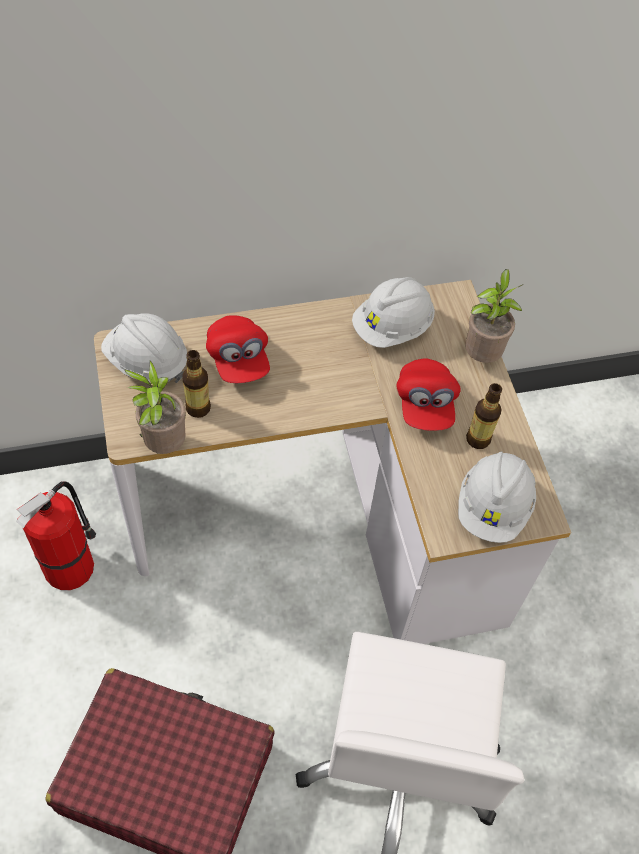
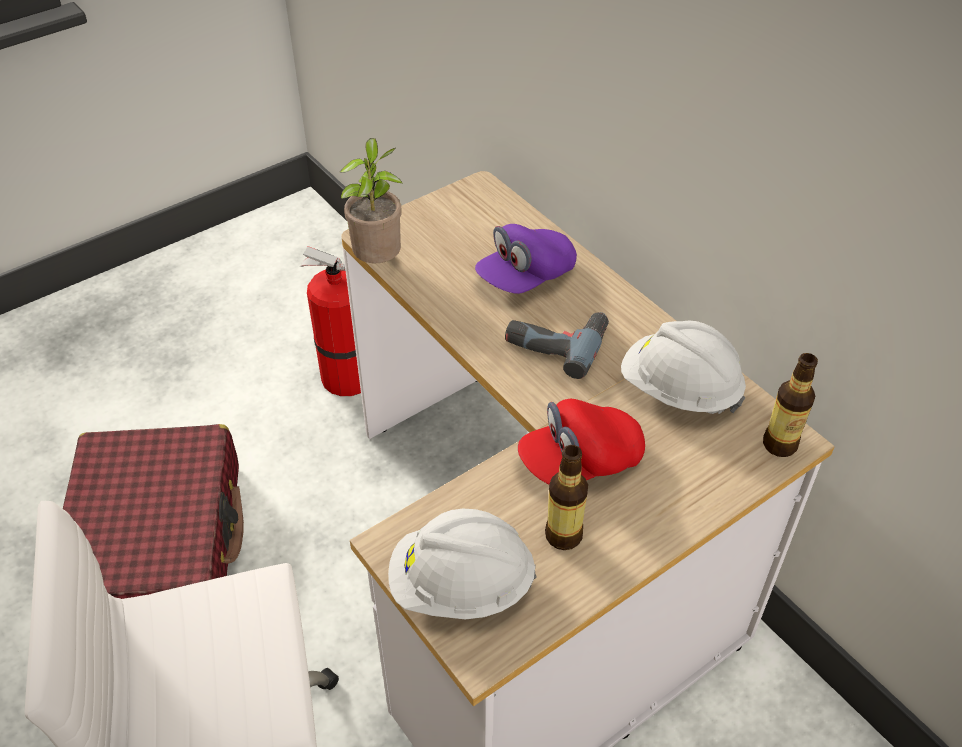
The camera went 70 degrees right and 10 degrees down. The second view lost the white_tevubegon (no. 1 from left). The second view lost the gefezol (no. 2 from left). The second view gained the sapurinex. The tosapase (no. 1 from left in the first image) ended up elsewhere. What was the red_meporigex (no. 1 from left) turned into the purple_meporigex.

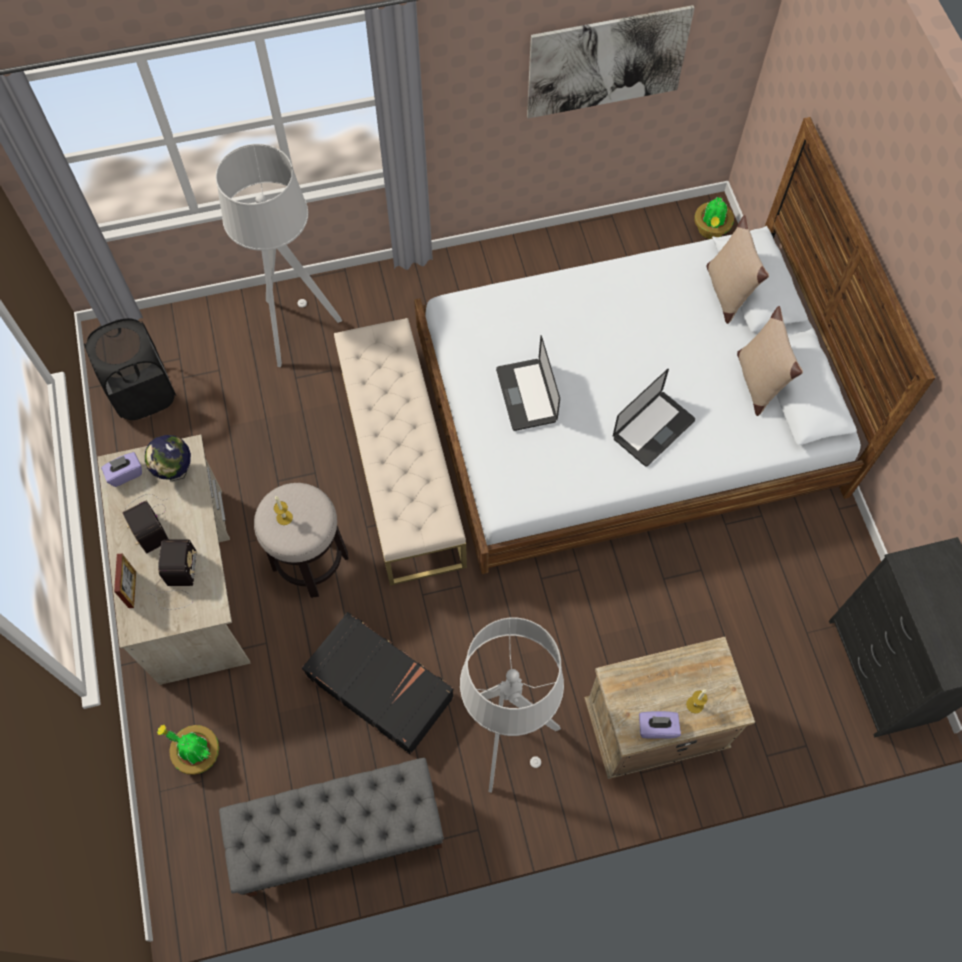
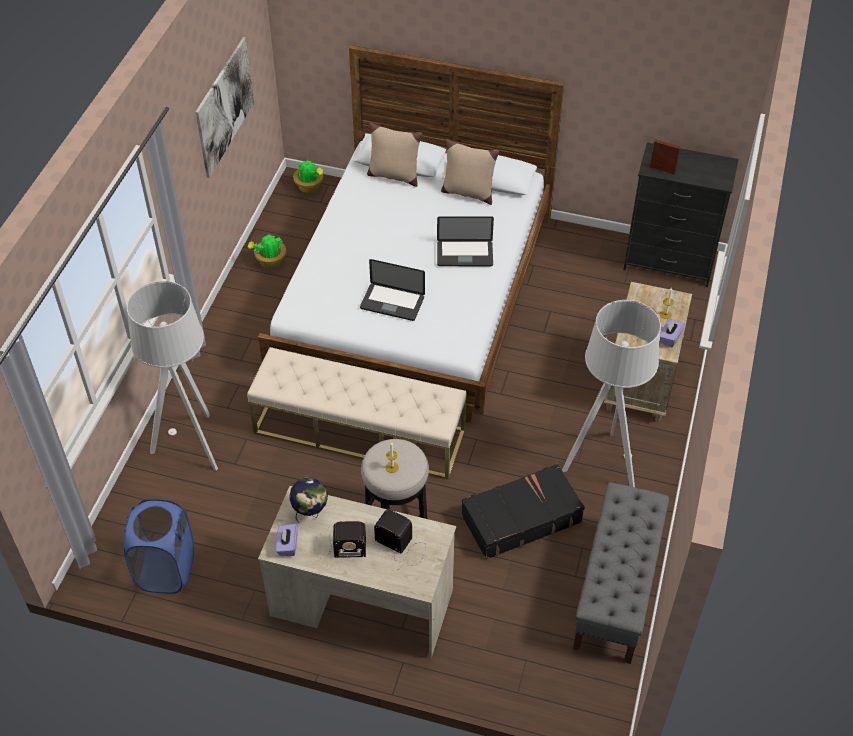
The camera went 60 degrees left and 15 degrees down. The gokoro ended up elsewhere. The gefezol (no. 1 from left) ended up elsewhere. What was the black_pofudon turned into the blue_pofudon. The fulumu (no. 2 from left) ended up facing another way, 105 degrees clockwise from before.

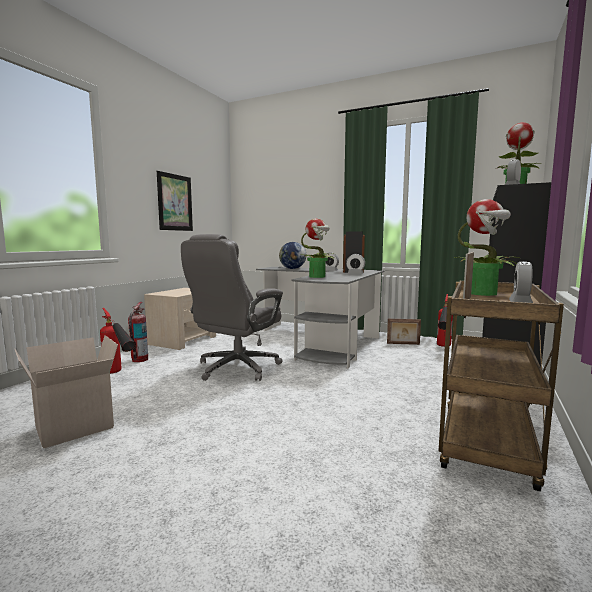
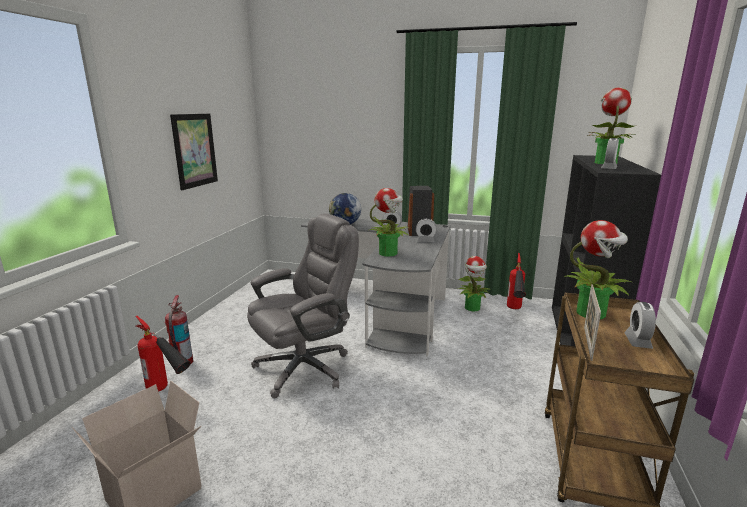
The camera went 10 degrees left and 10 degrees up. The second view lost the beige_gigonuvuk. Where the gokoro (no. 1 from left) stood, the gefezol (no. 2 from left) came to stand. The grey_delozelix ended up facing another way, 150 degrees counterclockwise from before.

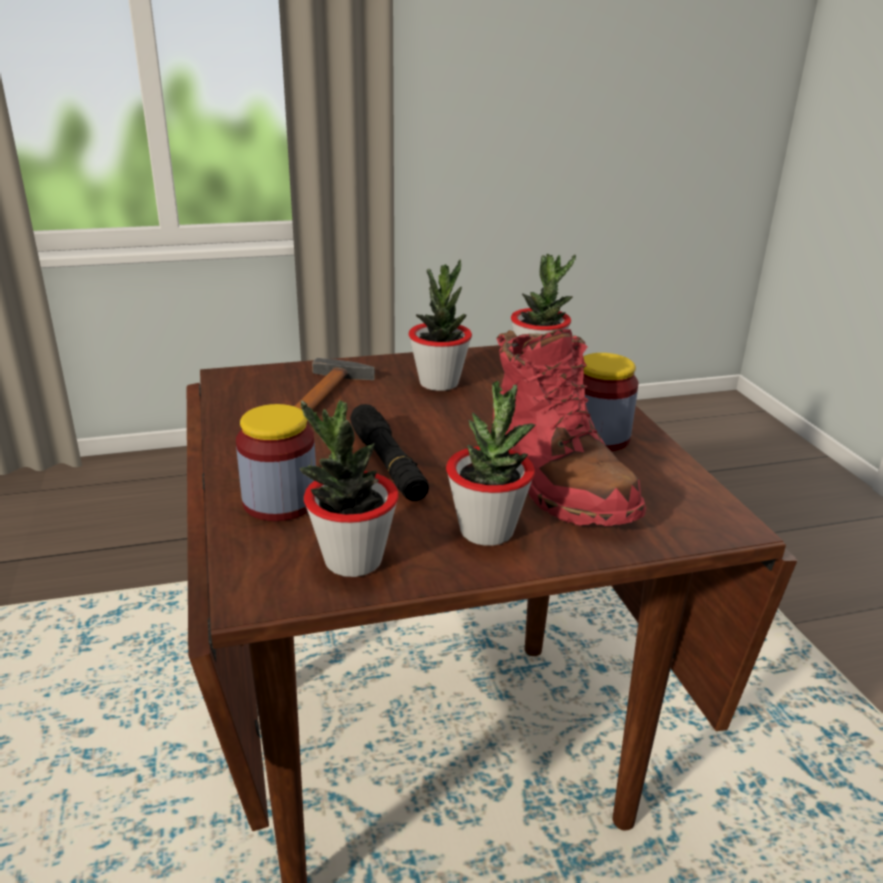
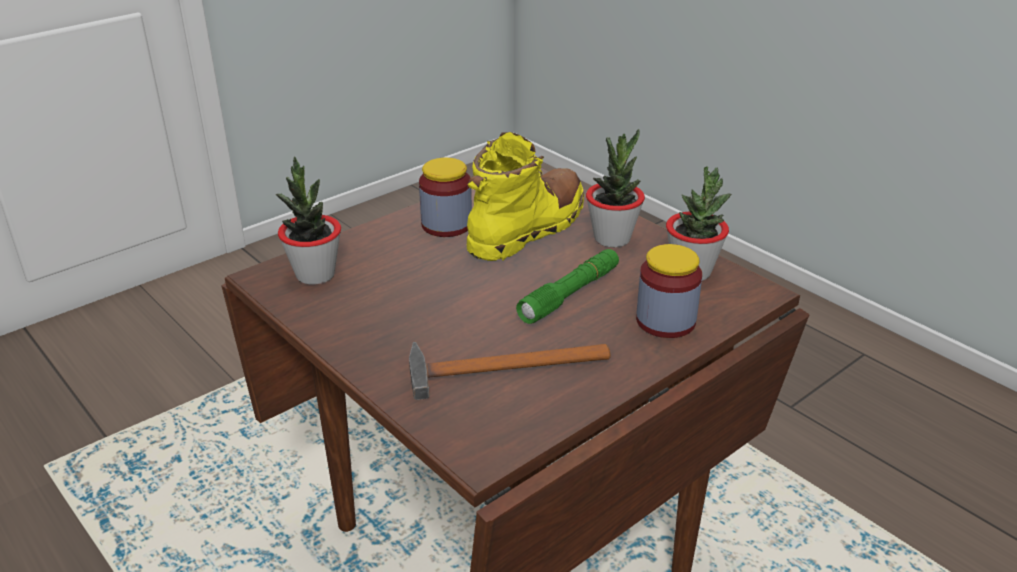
The camera went 115 degrees left and 5 degrees up. The second view lost the gefezol (no. 2 from left). What was the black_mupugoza turned into the green_mupugoza. What was the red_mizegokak turned into the yellow_mizegokak.

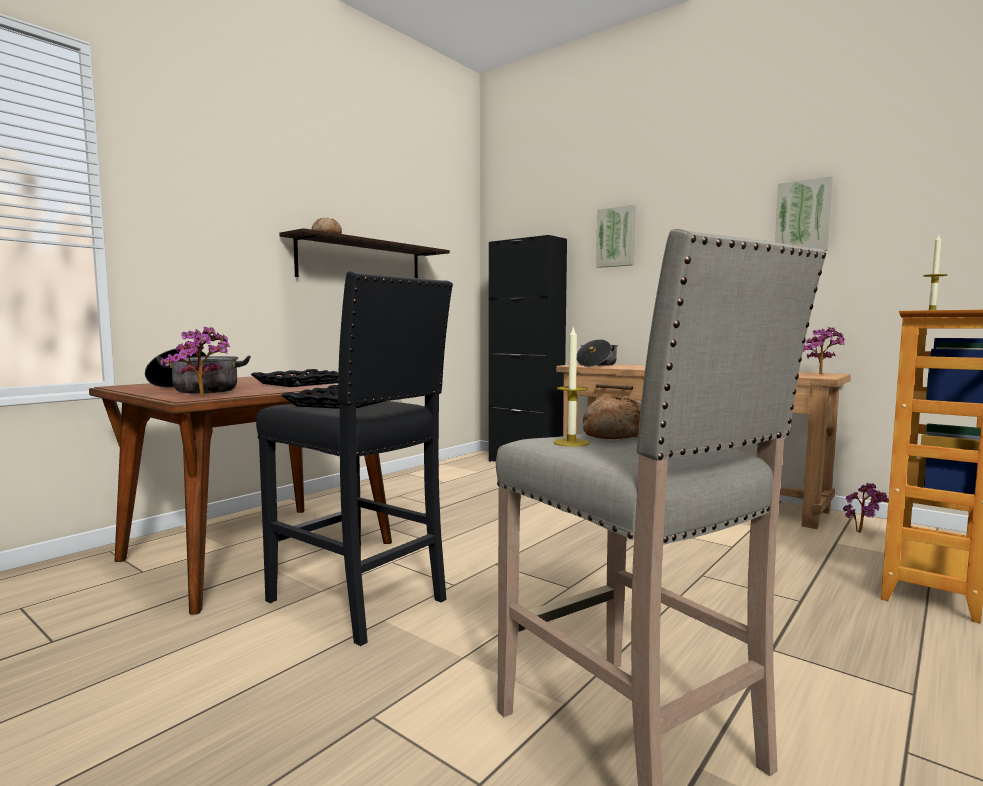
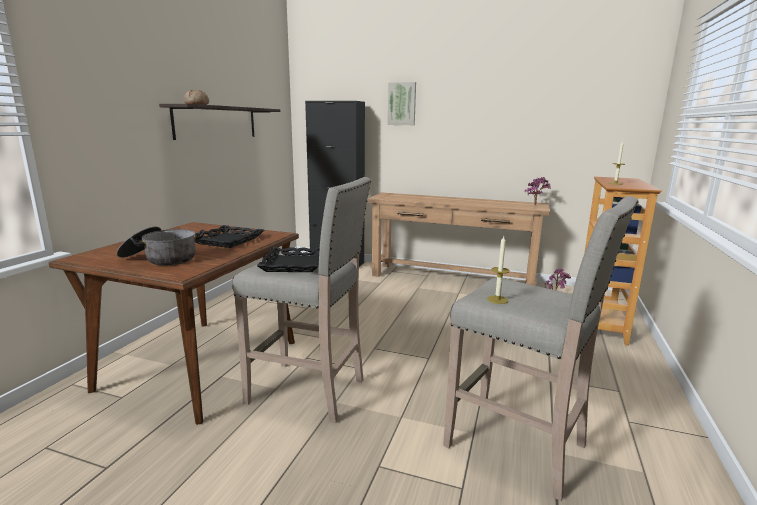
The camera went 20 degrees left and 10 degrees up. The second view lost the gefezol (no. 1 from left). The second view lost the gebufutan (no. 2 from left). The second view lost the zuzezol (no. 2 from left). The second view lost the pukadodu (no. 2 from left). What was the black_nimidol turned into the beige_nimidol (no. 1 from left).

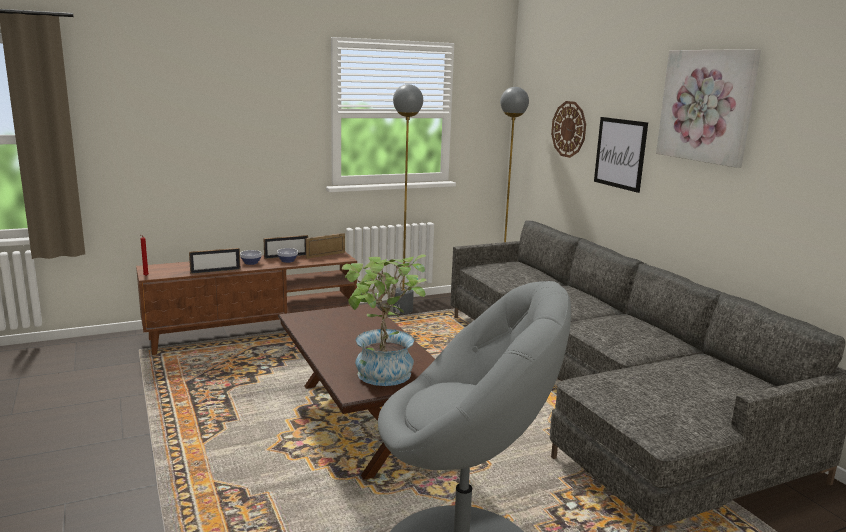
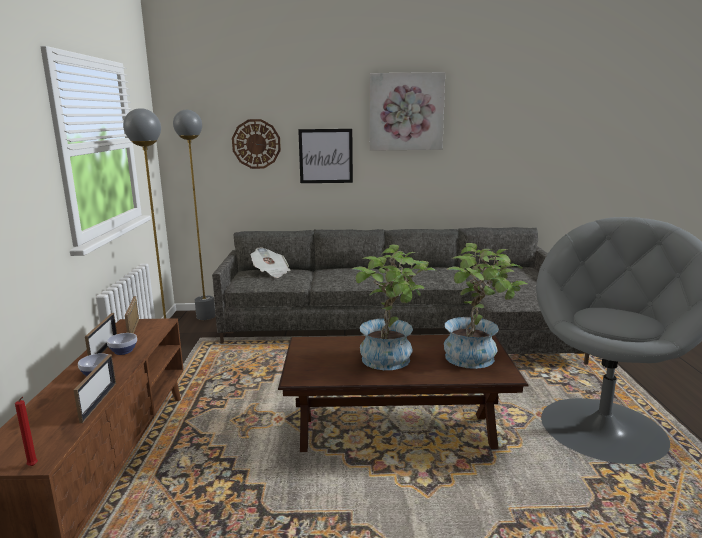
The camera went 65 degrees left and 0 degrees up. The second view gained the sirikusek. The second view gained the gefezol (no. 1 from left).

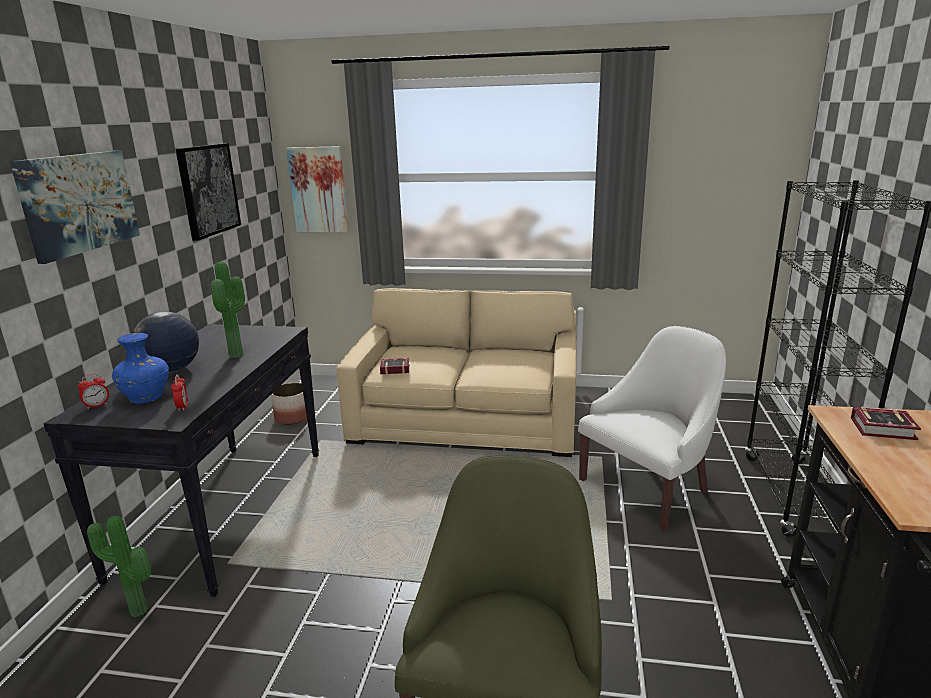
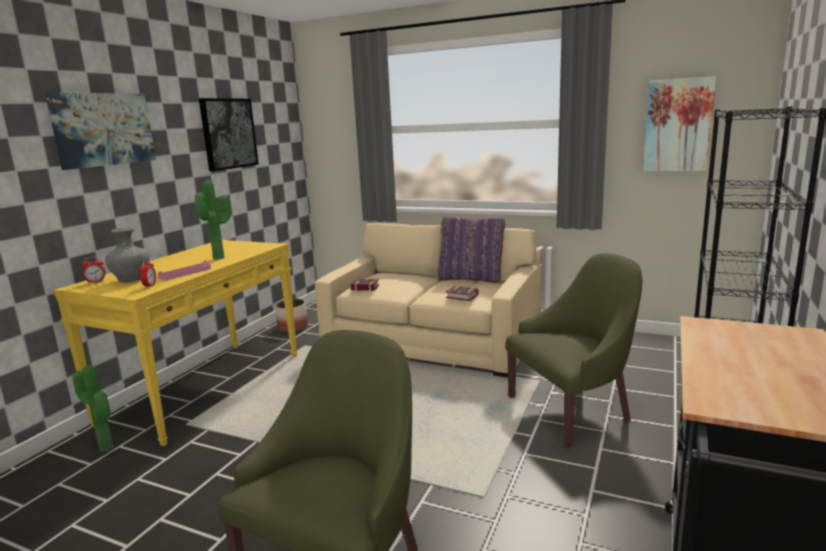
The camera went 15 degrees right and 5 degrees down. The second view lost the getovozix. The second view gained the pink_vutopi. The second view gained the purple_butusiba. The pukadodu (no. 3 from left) ended up elsewhere. The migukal (no. 2 from left) ended up elsewhere. What was the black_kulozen turned into the yellow_kulozen. What was the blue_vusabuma turned into the grey_vusabuma. What was the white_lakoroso turned into the green_lakoroso (no. 2 from left).

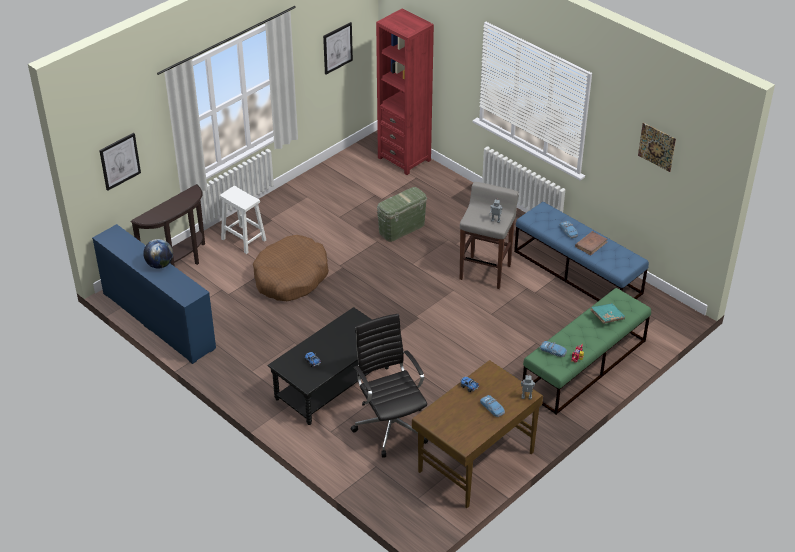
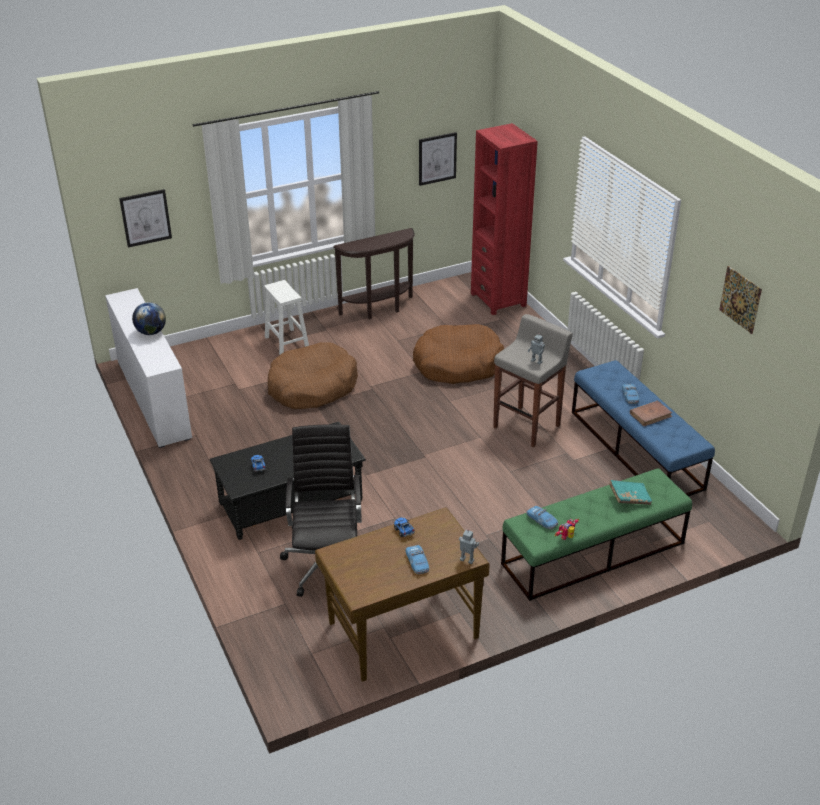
The camera went 20 degrees right and 5 degrees down. The brown_kulozen ended up elsewhere. Where the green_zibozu stood, the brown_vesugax (no. 2 from left) came to stand. What was the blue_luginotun turned into the white_luginotun.

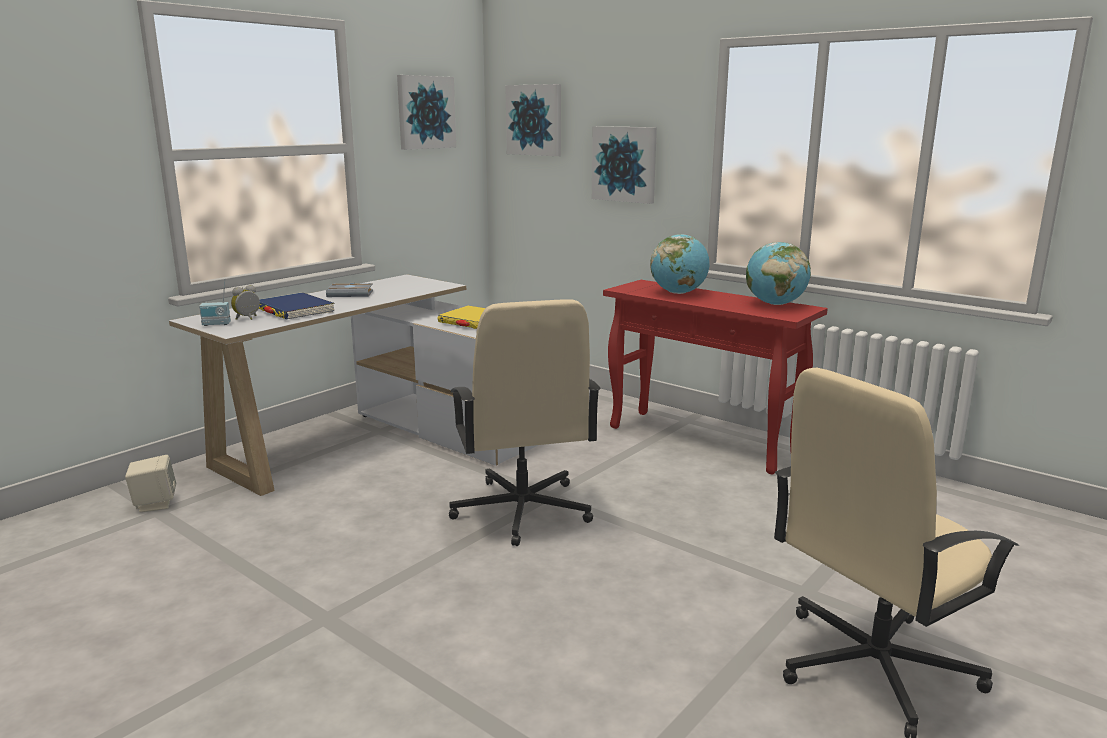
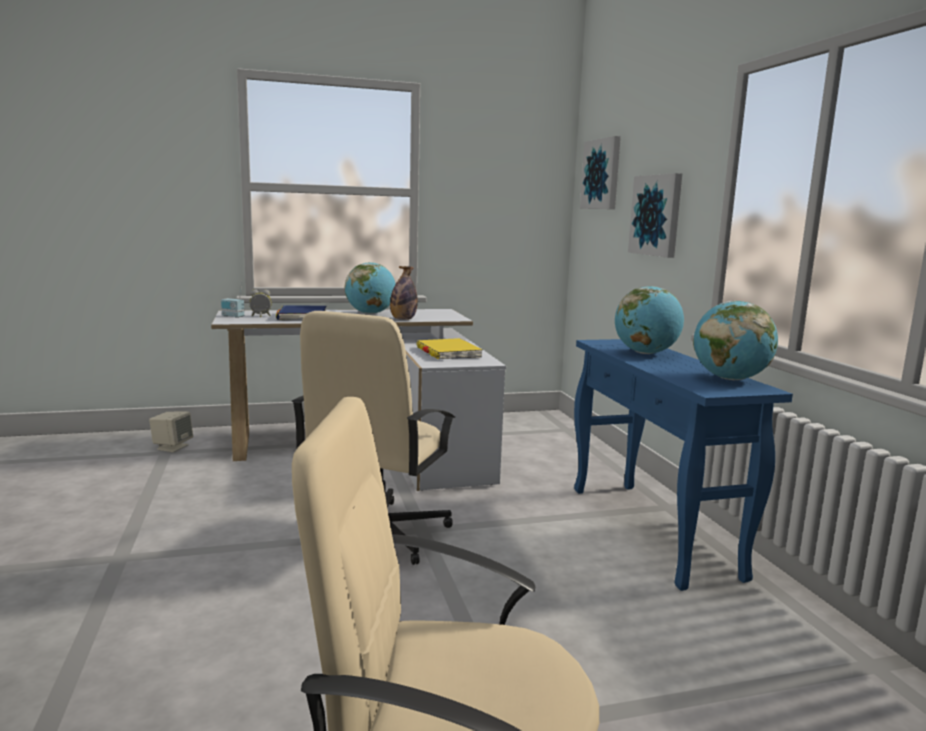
The camera went 35 degrees right and 5 degrees down. The second view lost the pukadodu (no. 1 from left). The second view gained the tosapase. Where the grey_migukal stood, the getovozix (no. 1 from left) came to stand. What was the red_kulozen turned into the blue_kulozen.

